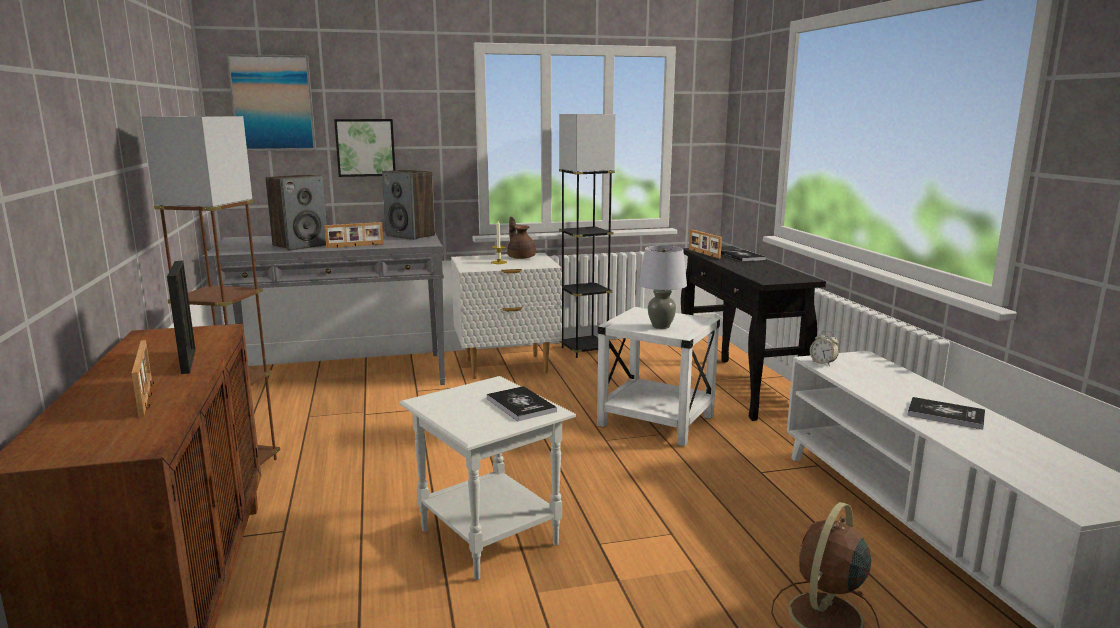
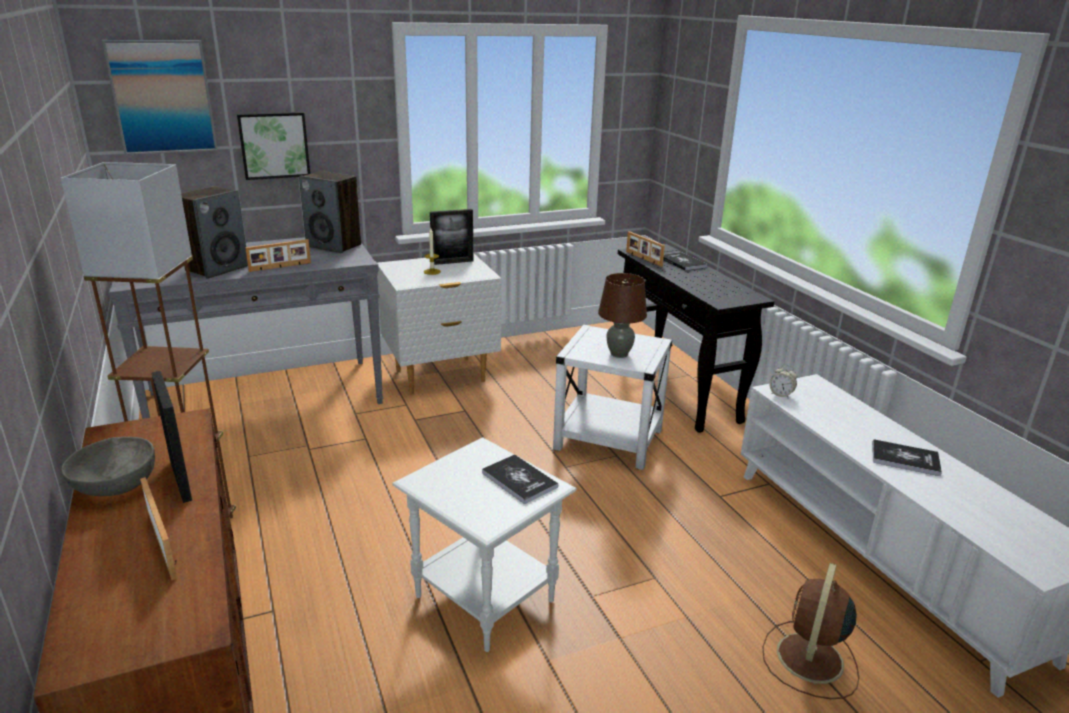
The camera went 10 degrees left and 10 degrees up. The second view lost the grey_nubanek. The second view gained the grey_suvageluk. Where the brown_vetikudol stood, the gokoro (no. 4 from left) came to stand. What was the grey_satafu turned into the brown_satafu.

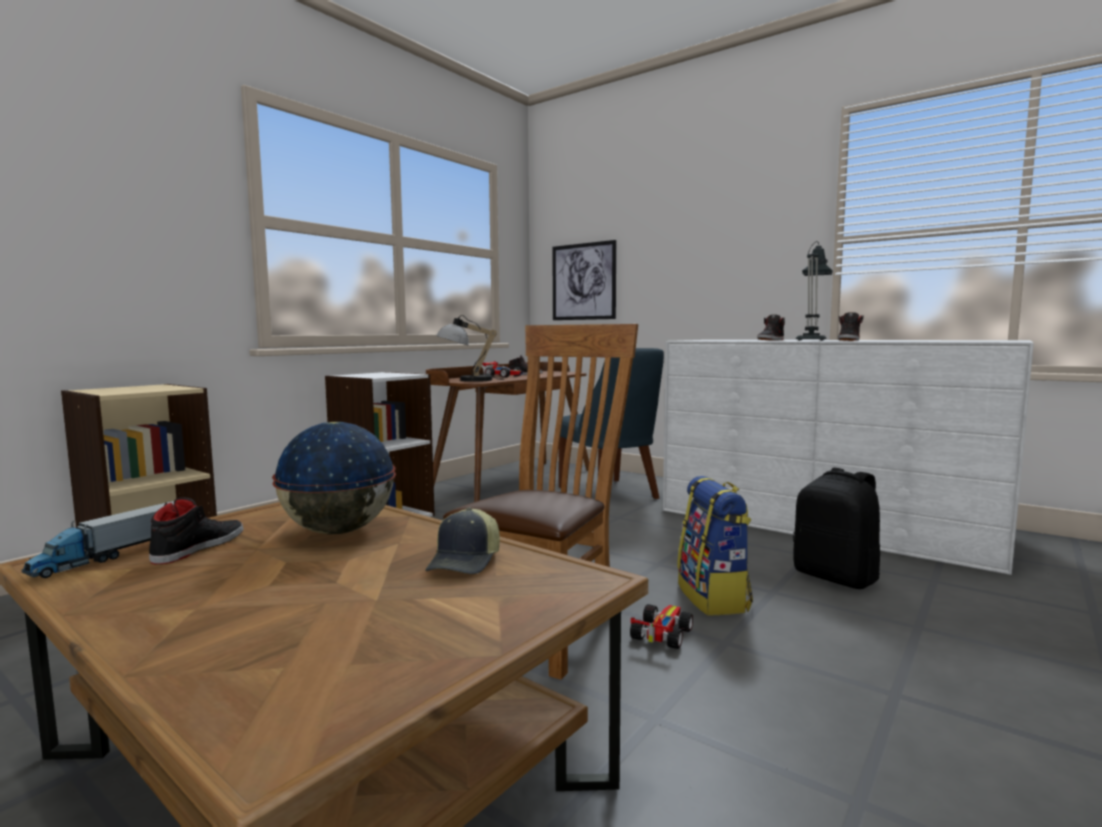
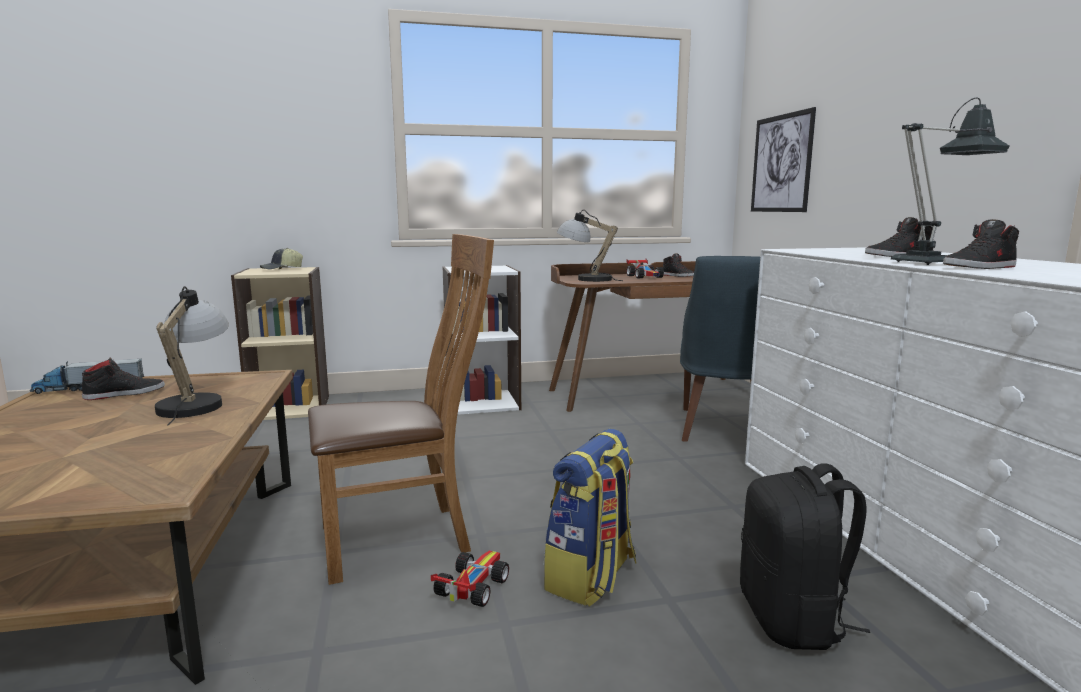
The camera went 40 degrees right and 5 degrees up. The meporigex ended up elsewhere. Where the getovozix stood, the satafu (no. 1 from left) came to stand. The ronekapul (no. 2 from left in the first image) ended up facing another way, 45 degrees counterclockwise from before.

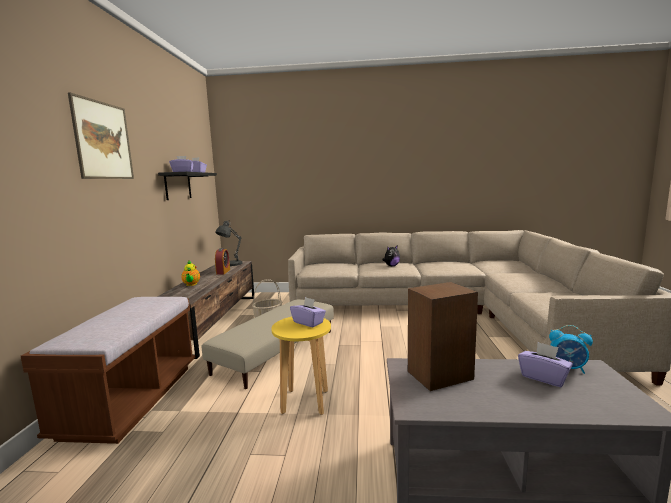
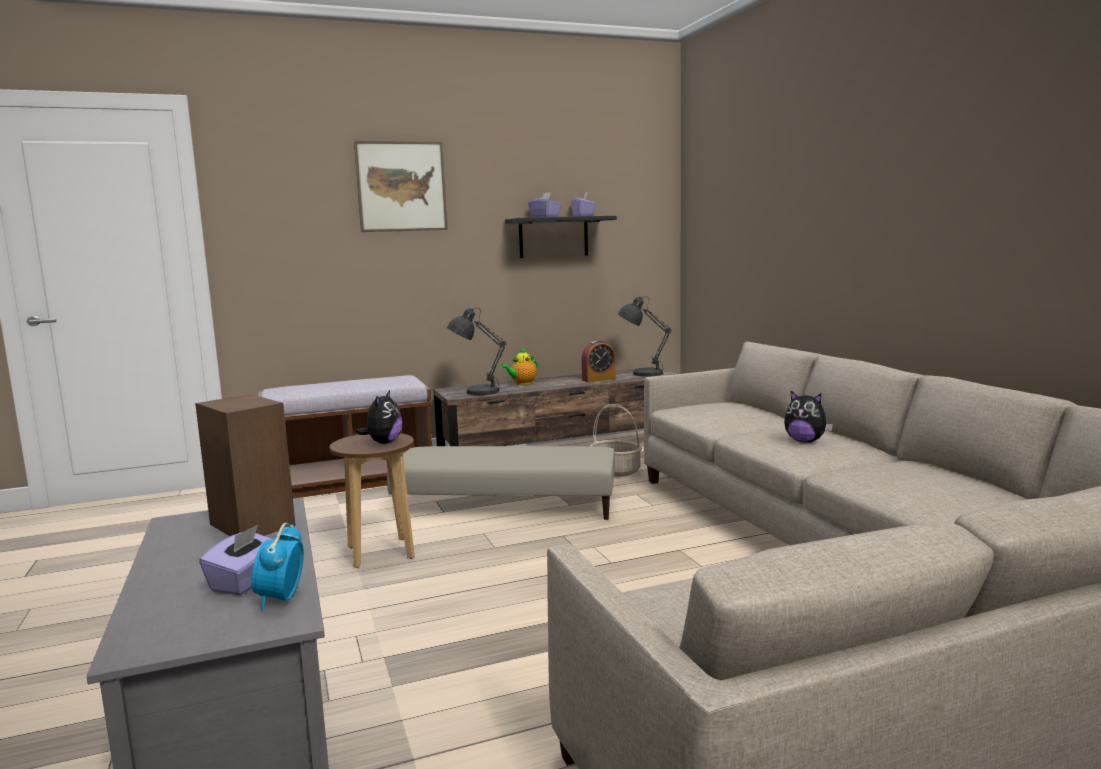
The camera went 65 degrees right and 0 degrees up. The second view gained the grey_satafu (no. 1 from left). Where the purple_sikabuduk (no. 3 from left) stood, the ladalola (no. 1 from left) came to stand. What was the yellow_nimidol turned into the brown_nimidol.

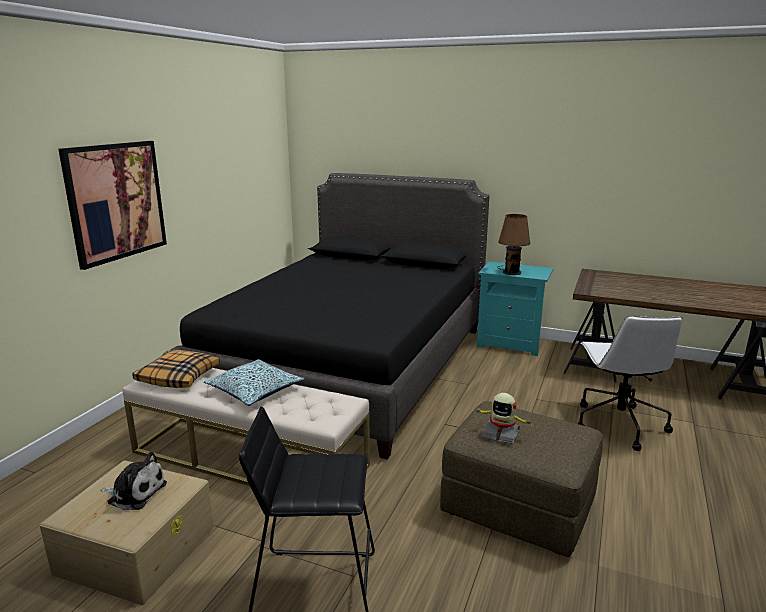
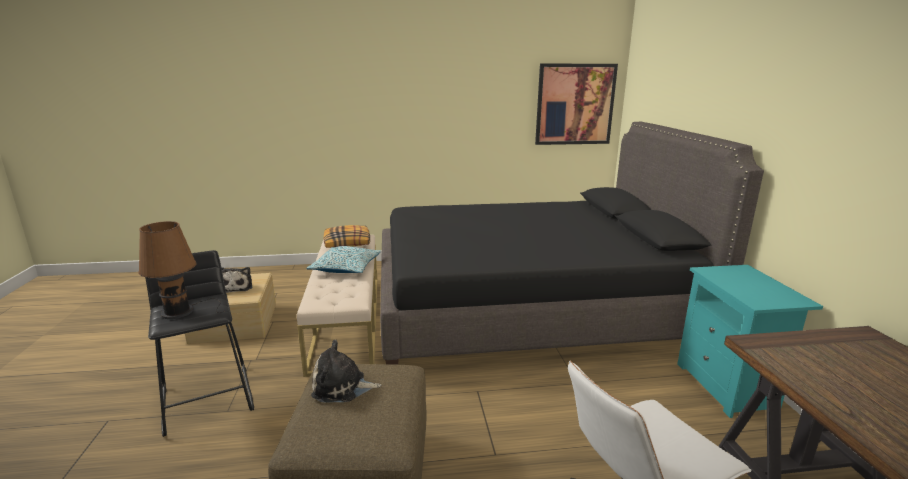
The camera went 60 degrees right and 0 degrees up. The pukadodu ended up elsewhere. The brown_satafu ended up elsewhere. Where the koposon stood, the ladalola (no. 2 from left) came to stand.

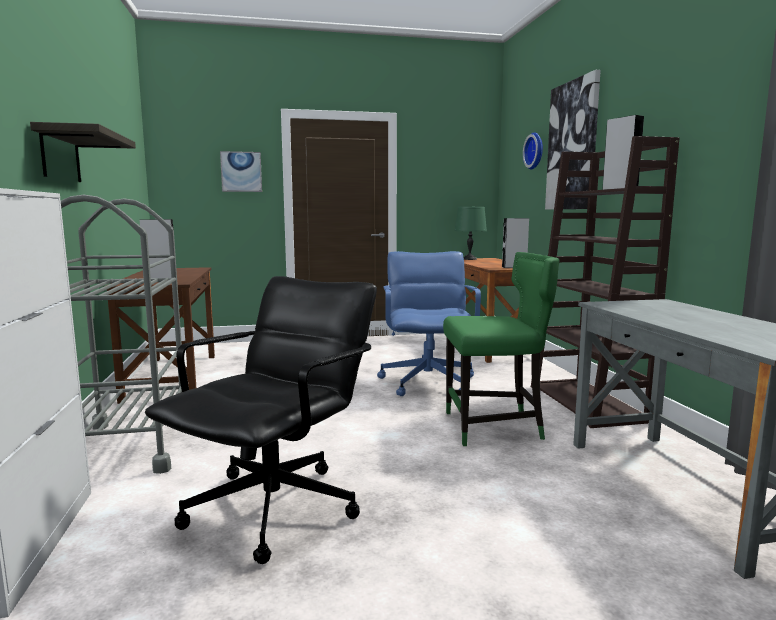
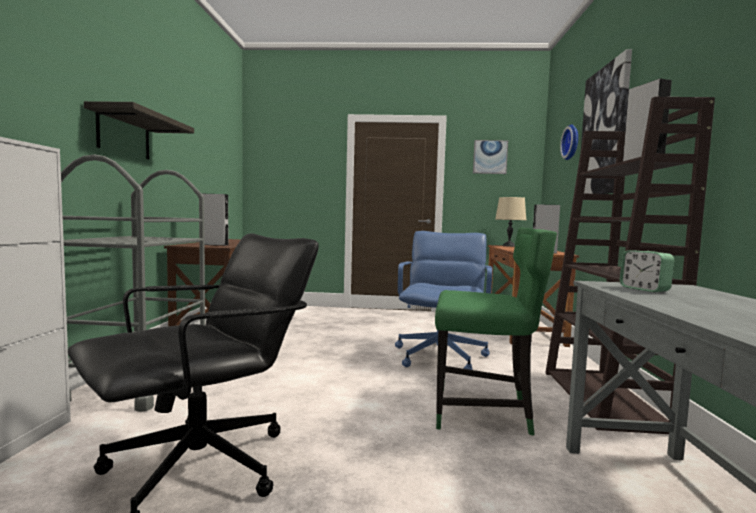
The camera went 15 degrees right and 5 degrees down. The second view gained the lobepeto. The pukadodu (no. 1 from left) ended up elsewhere. What was the green_satafu turned into the beige_satafu.

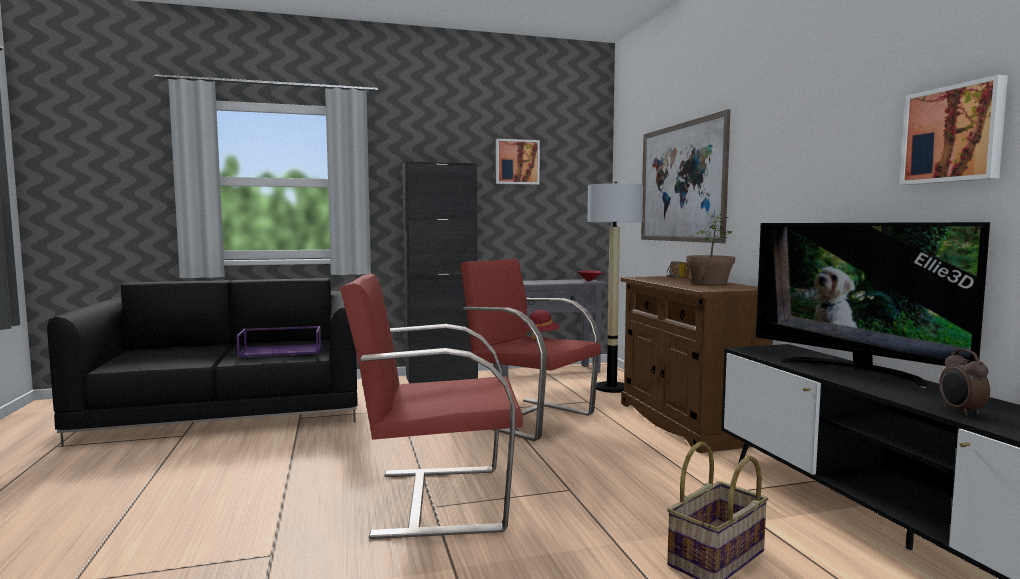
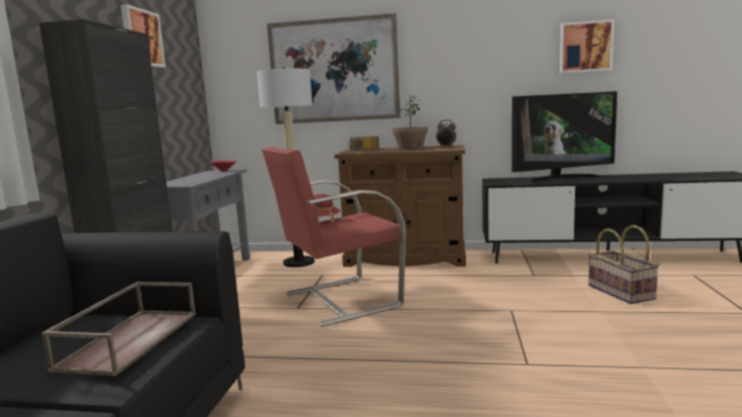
The camera went 65 degrees left and 5 degrees up. The second view lost the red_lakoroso (no. 1 from left). The lobepeto ended up elsewhere. What was the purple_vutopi turned into the brown_vutopi.

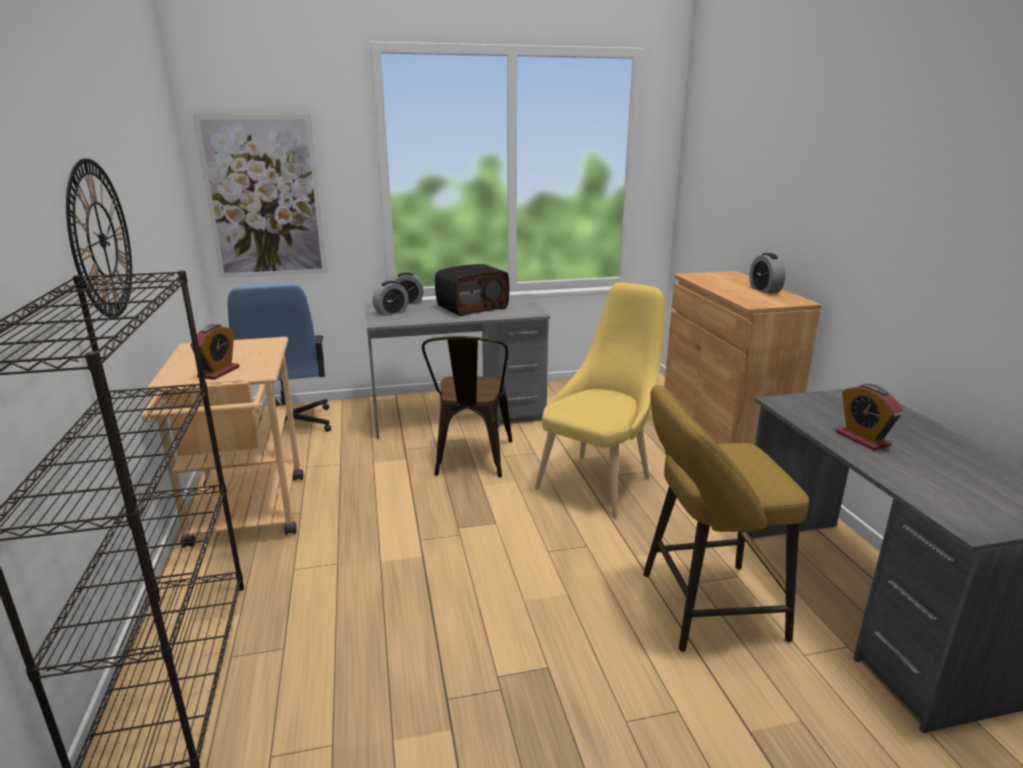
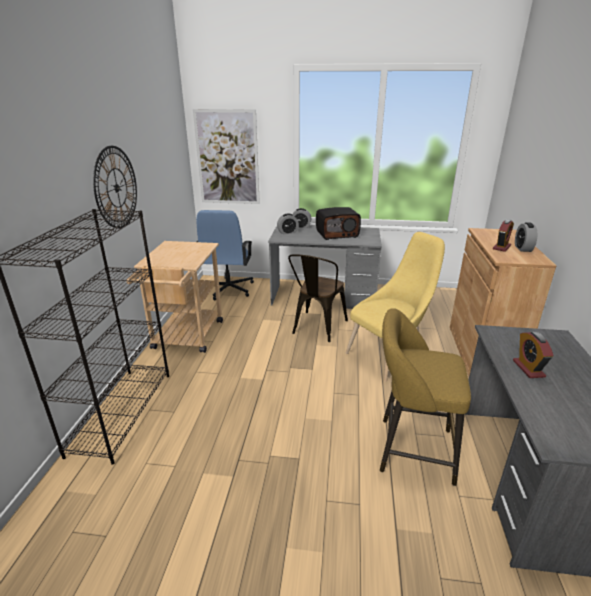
The camera went 20 degrees right and 5 degrees up. The lobepeto (no. 1 from left in the first image) ended up elsewhere.

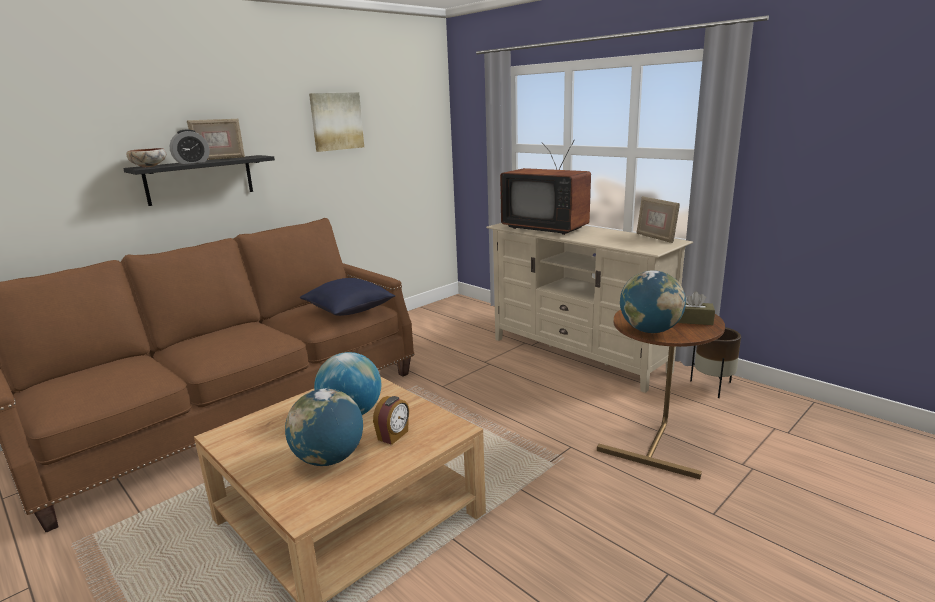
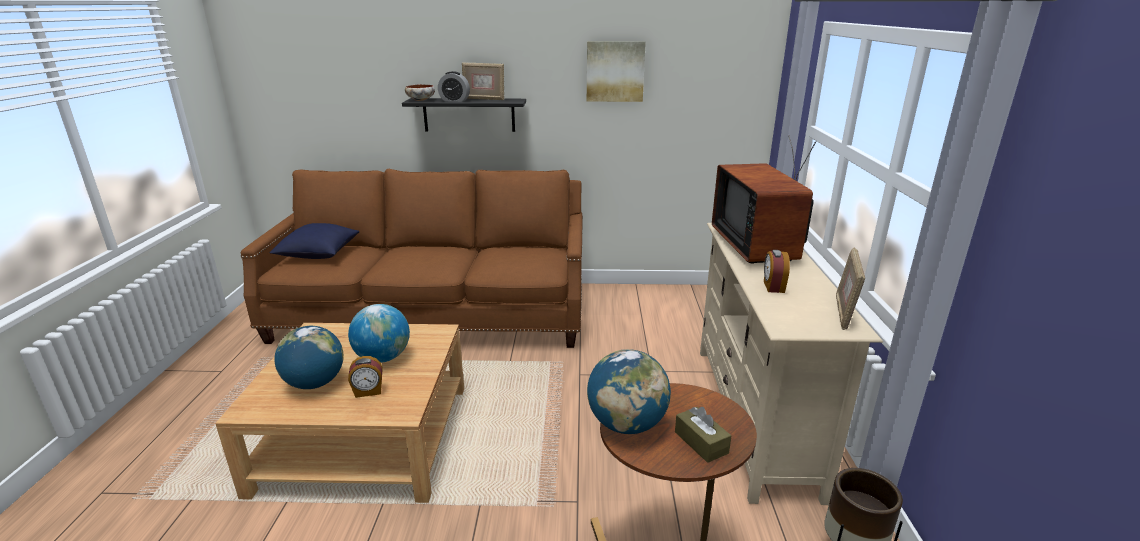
The camera went 45 degrees right and 5 degrees up. The second view gained the lobepeto (no. 3 from left). The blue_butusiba ended up elsewhere.

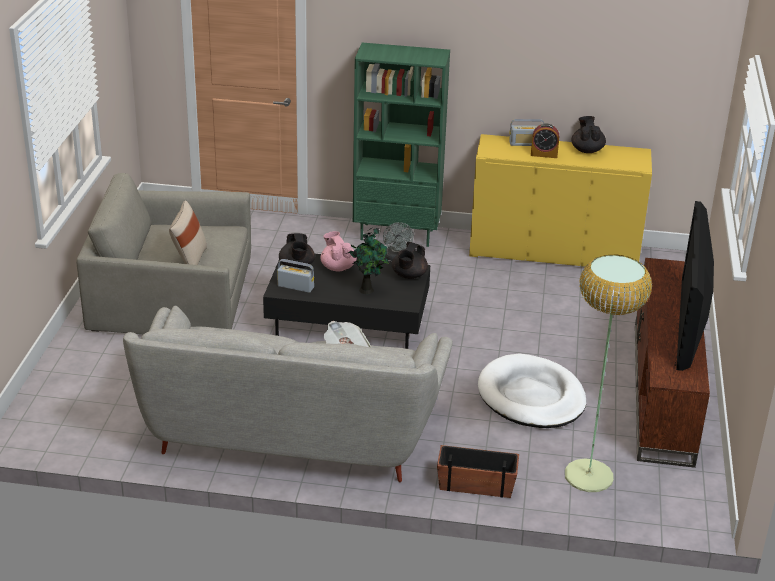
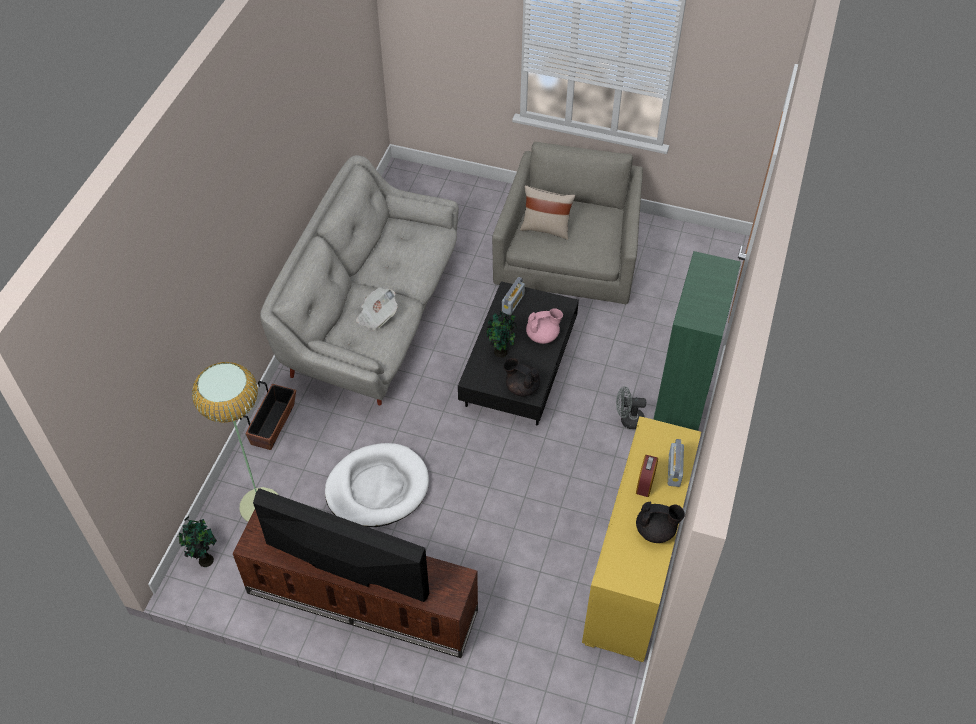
The camera went 100 degrees right and 20 degrees up. The second view lost the black_vetikudol (no. 1 from left). The second view gained the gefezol (no. 1 from left).

